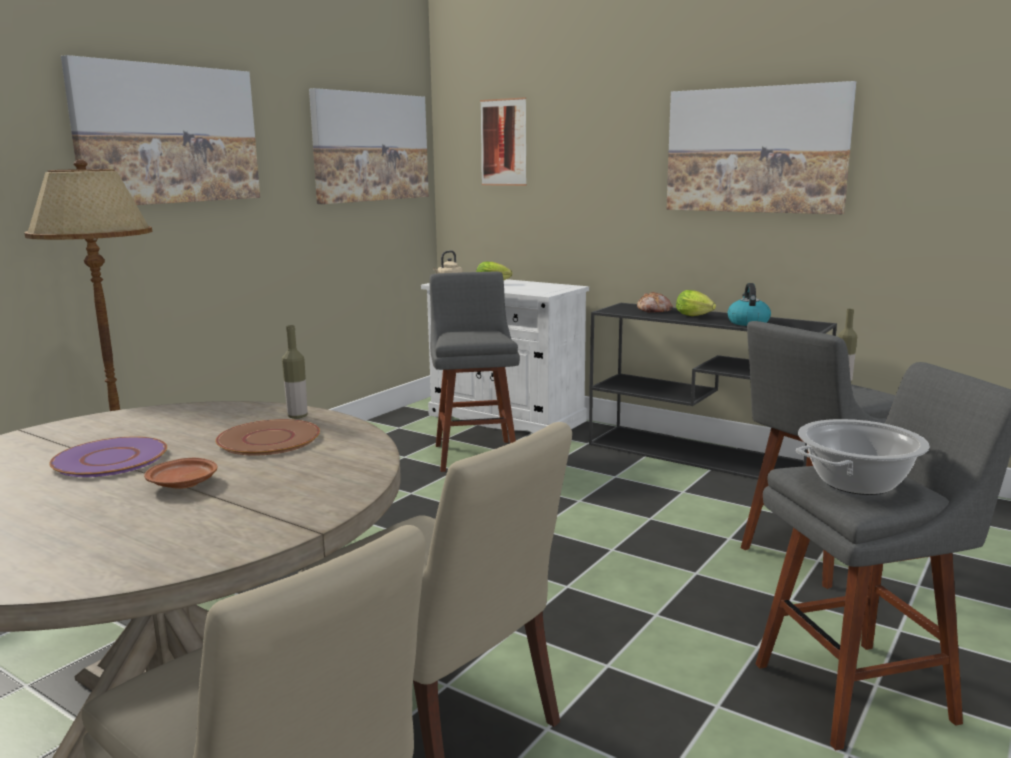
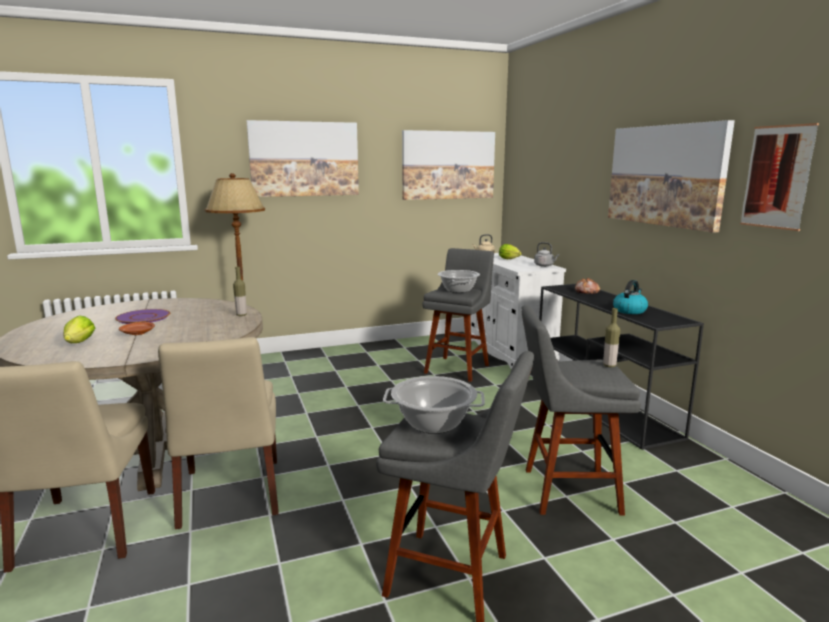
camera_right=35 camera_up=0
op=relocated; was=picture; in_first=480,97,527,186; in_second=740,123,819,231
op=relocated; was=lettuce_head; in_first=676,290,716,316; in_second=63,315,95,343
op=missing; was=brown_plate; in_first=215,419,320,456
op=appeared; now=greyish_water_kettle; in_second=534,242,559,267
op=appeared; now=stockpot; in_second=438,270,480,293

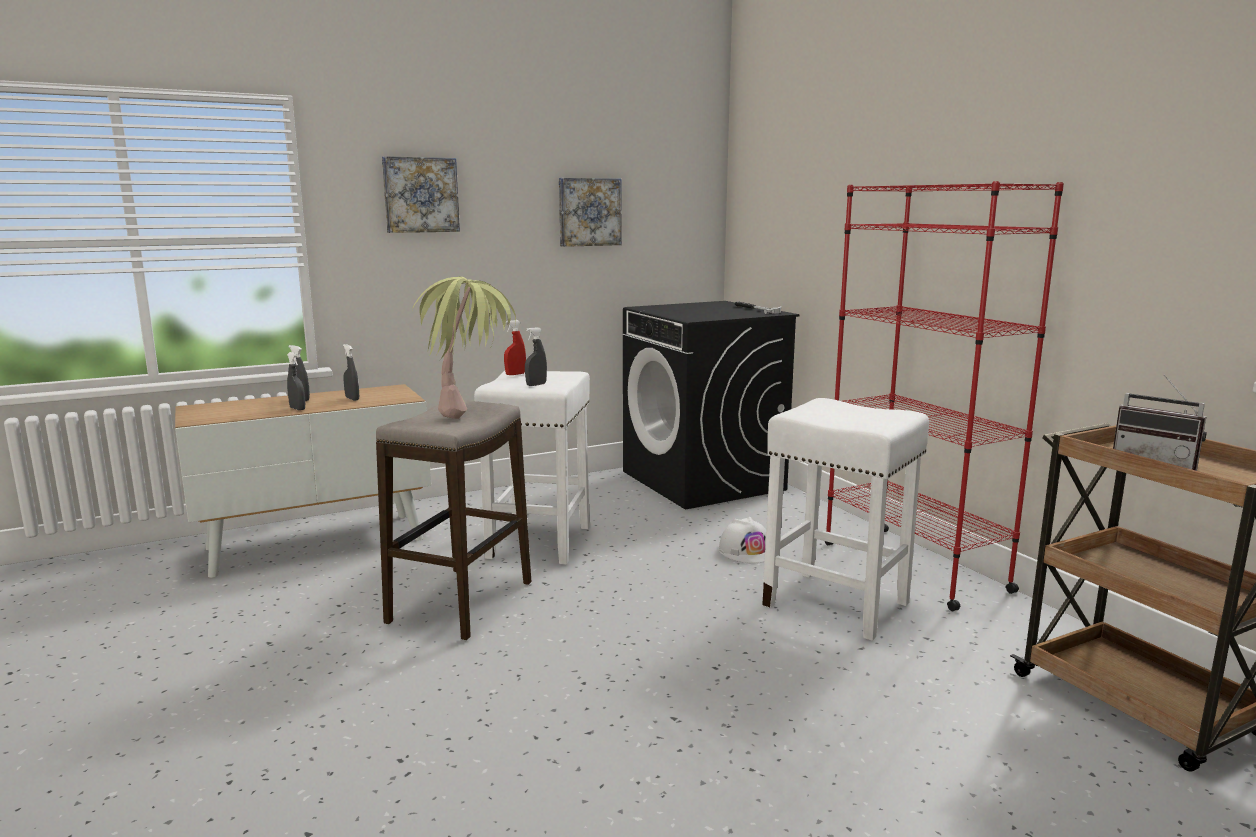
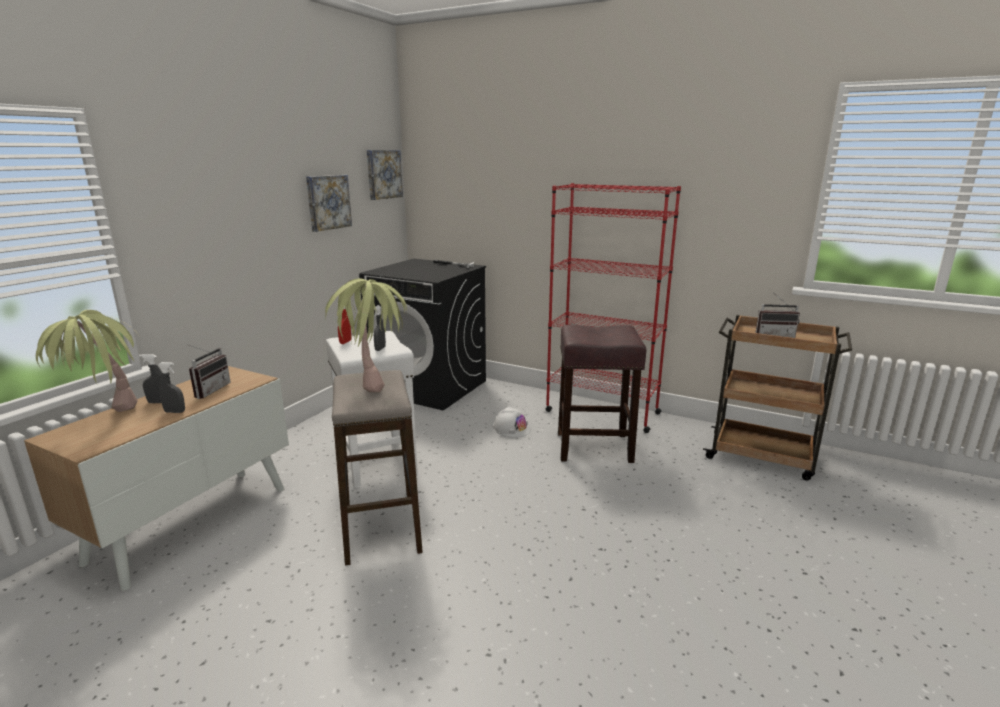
camera_right=-35 camera_up=5
op=relocated; was=picture; in_first=382,156,460,233; in_second=367,150,403,200
op=exchanged; was=greyish_sprayer; now=radio; in_first=343,344,359,401; in_second=187,344,231,399
op=colour; was=white-coloured_stool_seat; now=brown_stool_seat; in_first=762,398,929,641; in_second=558,325,646,463
op=appeared; now=houseplant; in_second=36,310,140,412

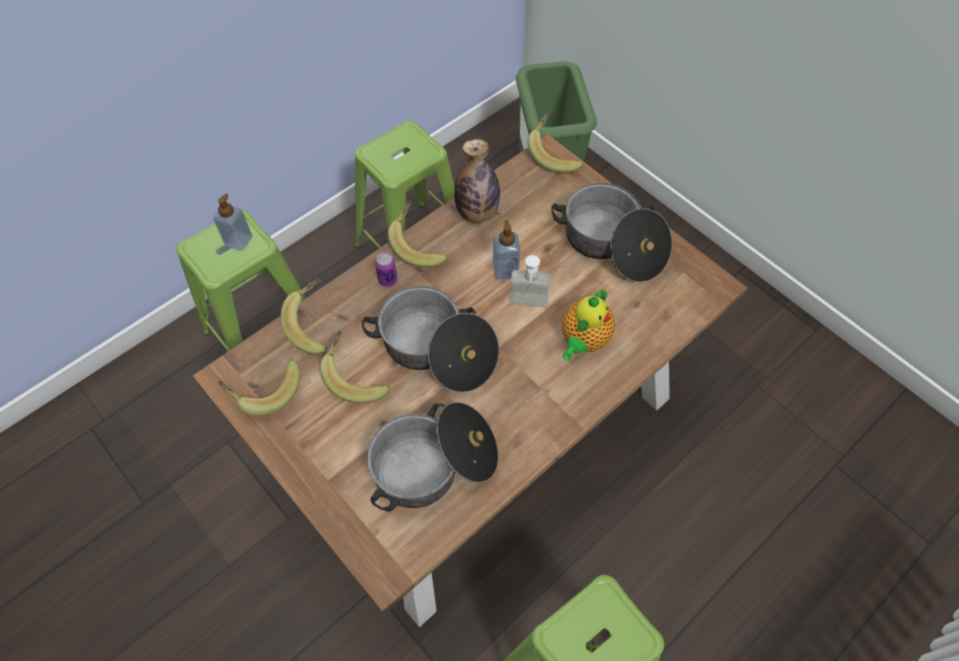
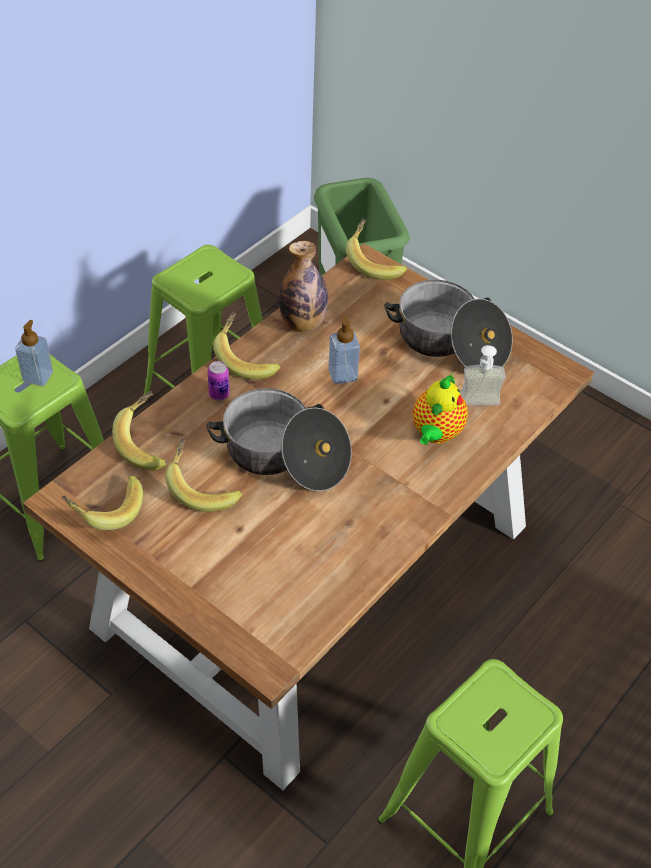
camera_right=-10 camera_up=-10
op=relocated; was=soap_bottle; in_first=510,255,551,307; in_second=460,345,506,406
op=missing; was=stockpot; in_first=367,402,499,512

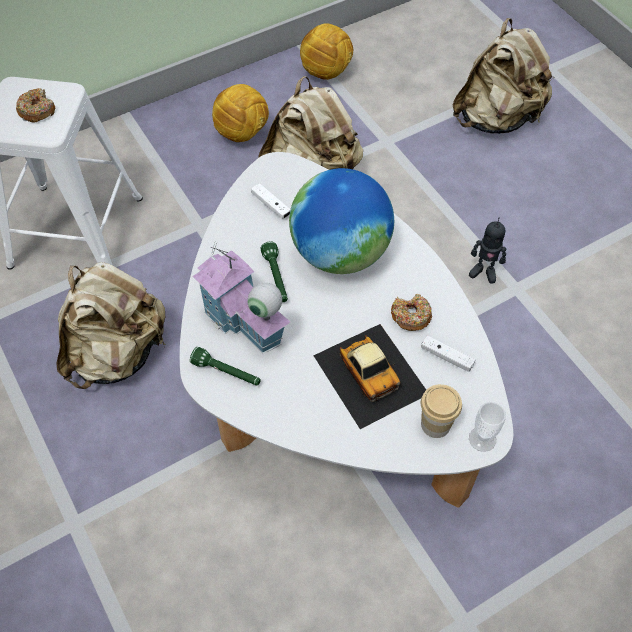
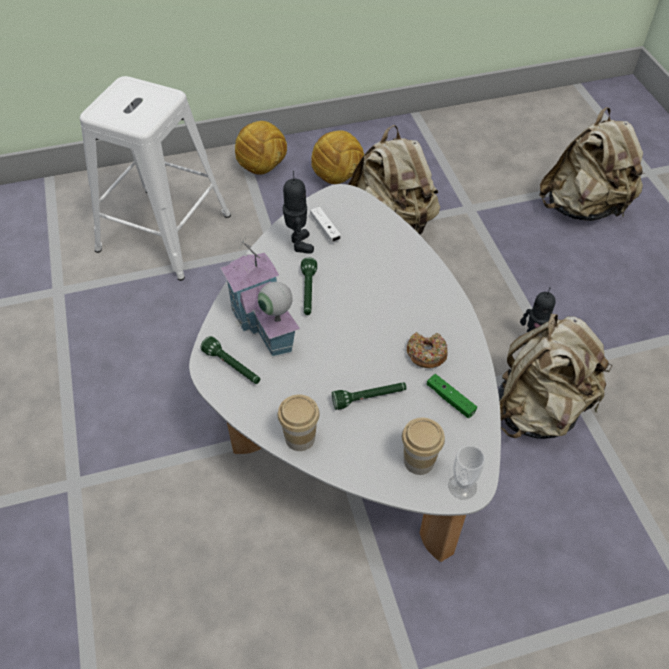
camera_right=15 camera_up=-5
op=relocated; was=football_ball; in_first=300,23,353,80; in_second=235,121,287,175
op=missing; was=doughnut; in_first=16,88,55,123
op=missing; was=world_globe; in_first=289,168,394,274
op=relocated; was=sand-coloured_rucksack; in_first=56,262,166,389; in_second=498,314,613,439
op=exchanged; was=miniature_car; now=greenish_torch; in_first=313,324,426,429; in_second=332,382,407,410
op=colour; was=white-coloured_gamepad; now=greenish_gamepad; in_first=421,335,475,372; in_second=426,374,477,418
op=appeared; now=robot_figure; in_second=283,171,314,254
op=appeared; now=small_cup; in_second=278,395,320,451

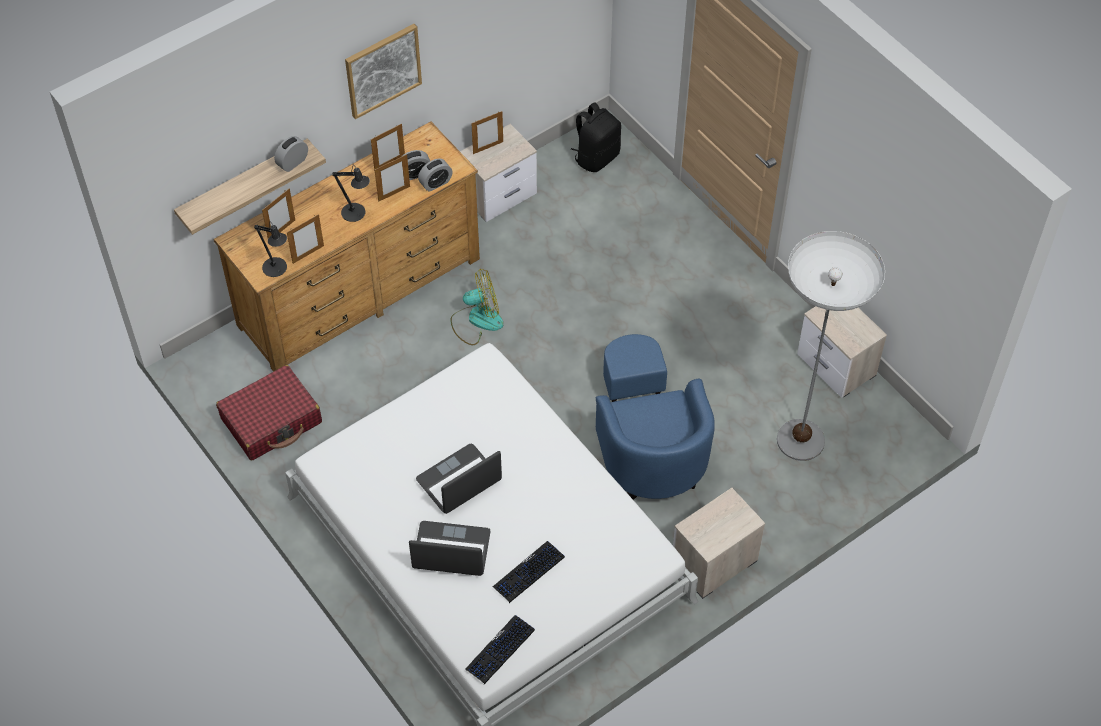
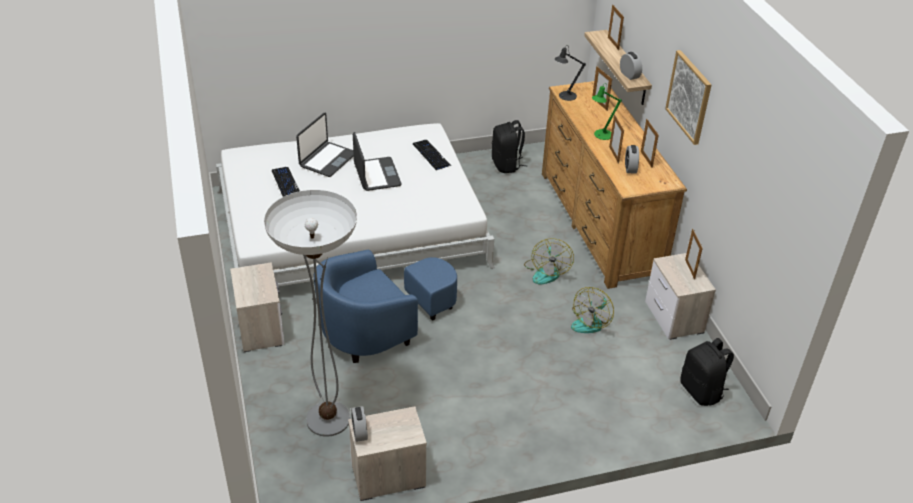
camera_right=110 camera_up=-15
op=relocated; was=bedside_clock; in_first=418,159,453,192; in_second=351,406,368,442
op=colour; was=black_tabletop_lamp; now=greenish_tabletop_lamp; in_first=332,165,370,222; in_second=592,86,622,140
op=relocated; was=standing_frame; in_first=287,214,324,264; in_second=608,4,624,50
op=spun; was=blue-coloured_lounge_chair; in_first=596,334,715,499; in_second=314,250,457,363; clockwise=-45
op=exchanged; was=red_suitcase; now=black_rucksack; in_first=216,365,322,460; in_second=492,120,527,173
op=relocated; was=PC_keyboard; in_first=465,615,535,684; in_second=413,140,451,171
op=appeared; now=electric_fan; in_second=571,287,614,333

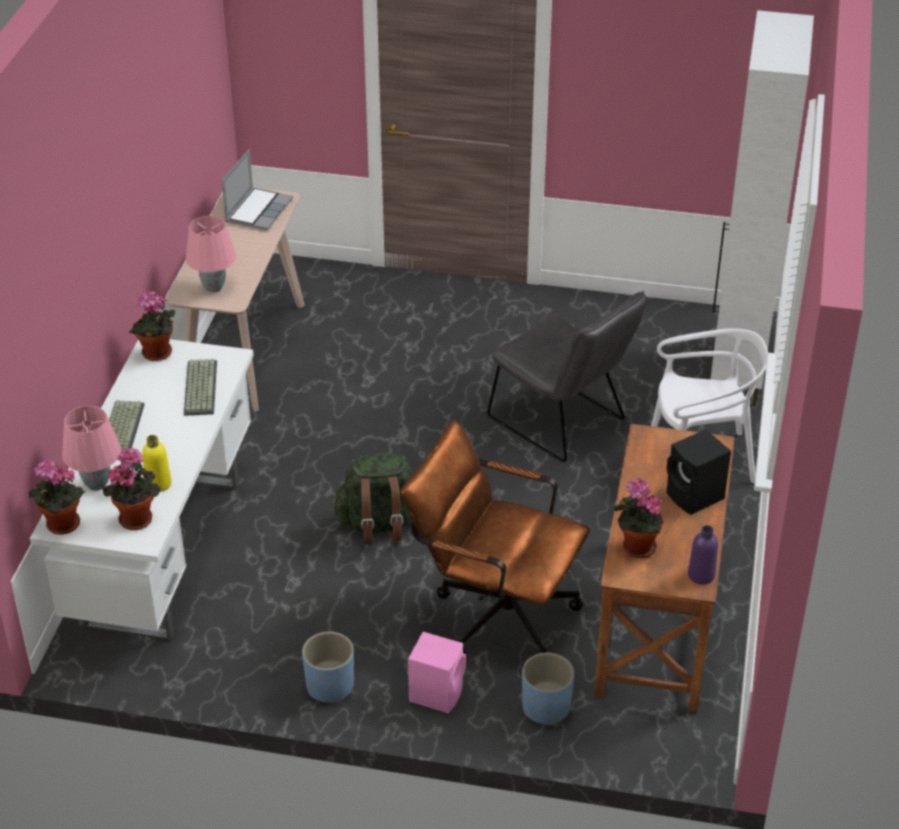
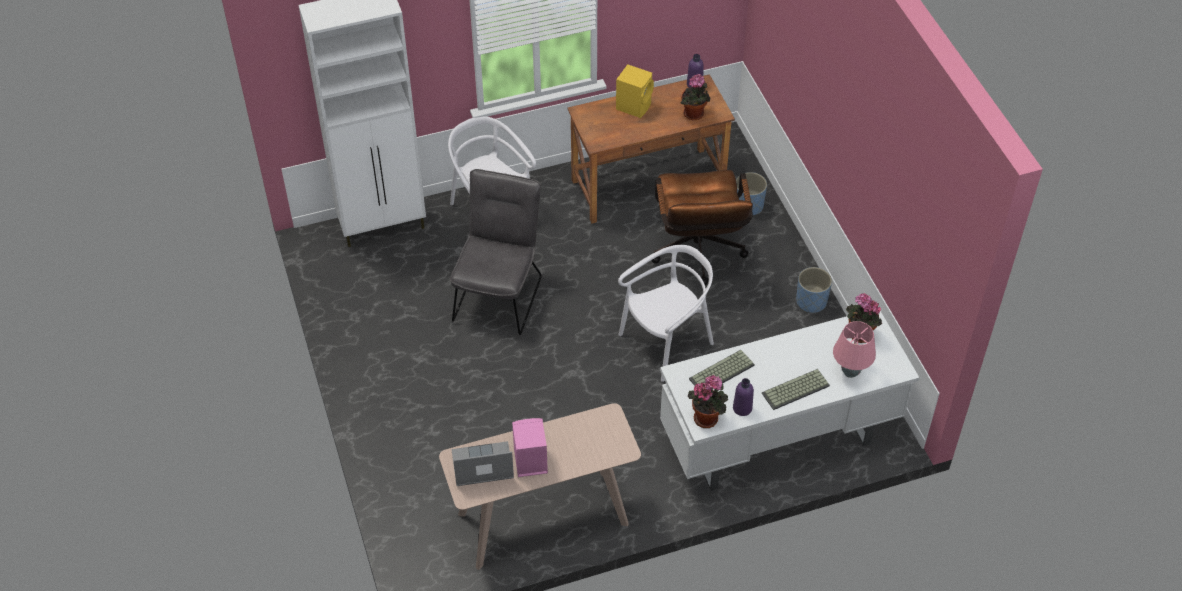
camera_right=-120 camera_up=10
op=missing; was=pink_tabletop_lamp; in_first=186,216,236,292
op=colour; was=black_speaker; now=yellow-coloured_speaker; in_first=666,429,731,515; in_second=616,64,654,118
op=missing; was=yellow-coloured_bottle; in_first=142,435,172,492
op=exchanged; was=greenish_rucksack; now=white-coloured_chair; in_first=332,453,413,544; in_second=618,245,714,382
op=missing; was=houseplant; in_first=29,460,85,535
op=relocated; was=pink_speaker; in_first=408,632,466,714; in_second=512,418,548,477
op=appeared; now=purple_bottle; in_second=733,378,754,416

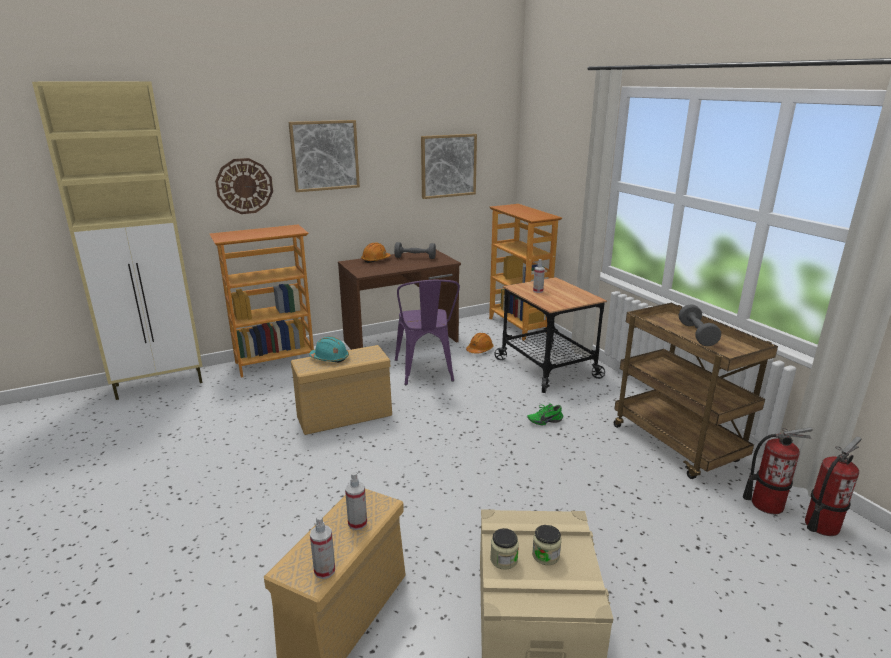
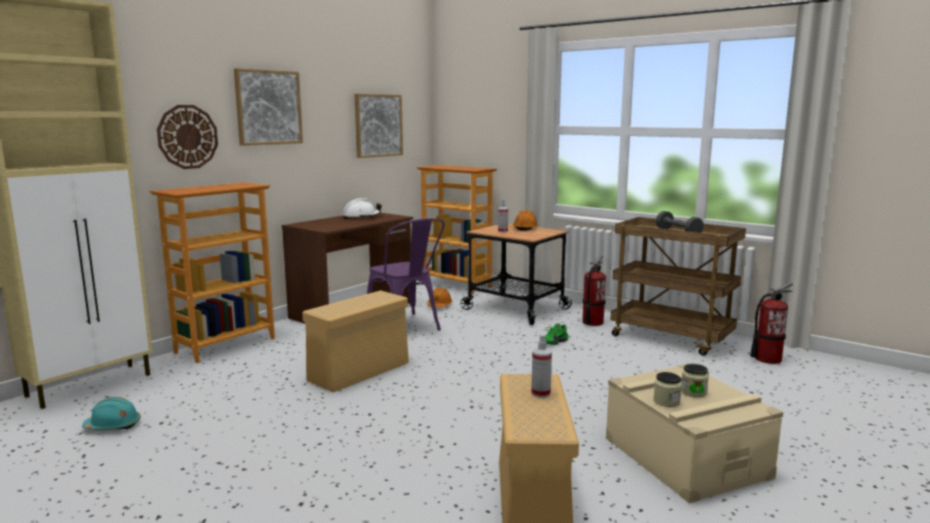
camera_right=-25 camera_up=-10
op=exchanged; was=greyish_free_weight; now=white-coloured_hard_hat; in_first=394,242,436,259; in_second=343,198,382,219
op=relocated; was=orange_hard_hat; in_first=361,243,391,263; in_second=513,210,538,231
op=relocated; was=turquoise-coloured_hard_hat; in_first=309,336,349,363; in_second=82,397,141,430
op=relocated; was=extinguisher; in_first=805,437,861,536; in_second=582,255,606,326
op=missing; was=sprayer; in_first=310,515,335,579

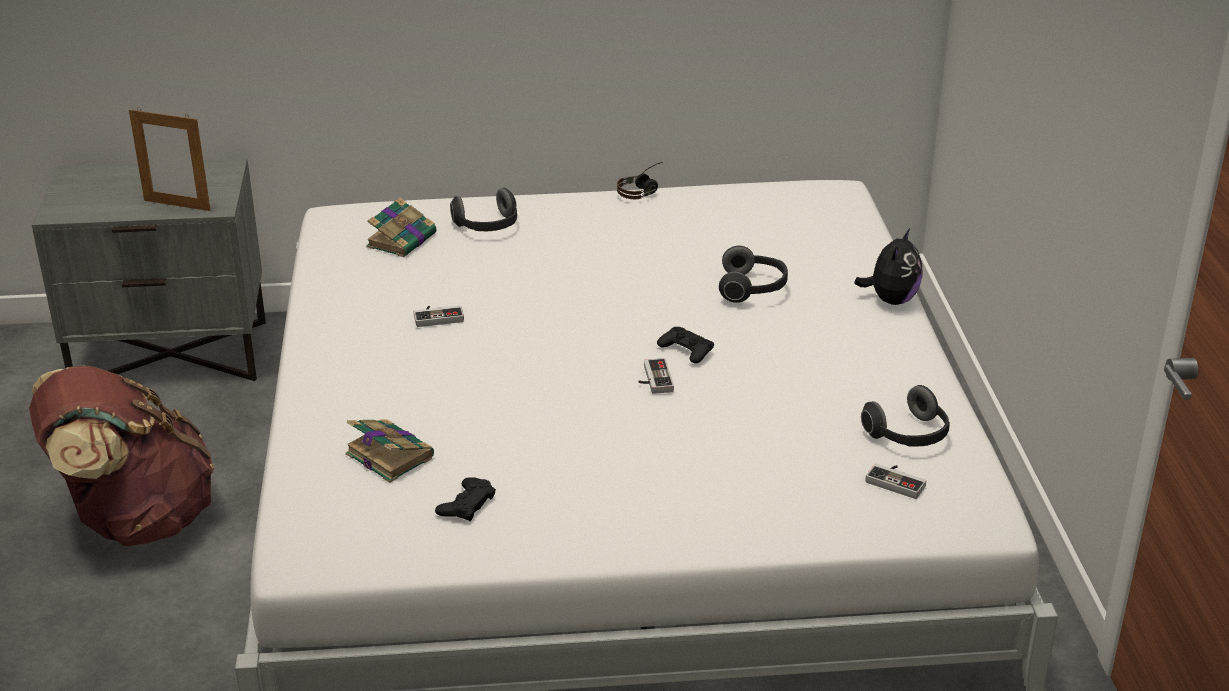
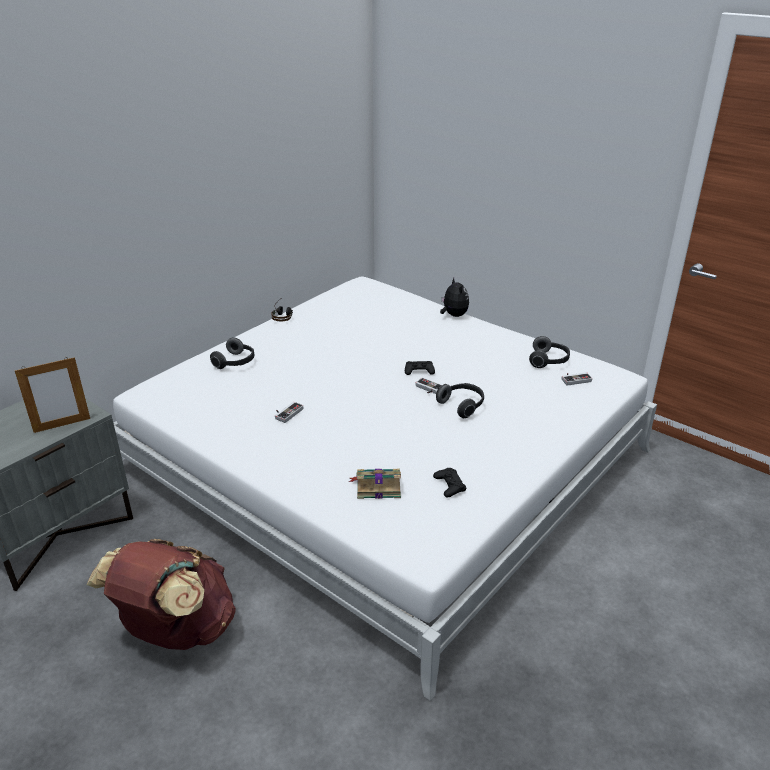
camera_right=-45 camera_up=0
op=missing; was=volume; in_first=366,197,437,257
op=relocated; was=headphones; in_first=719,246,788,303; in_second=436,383,484,418

